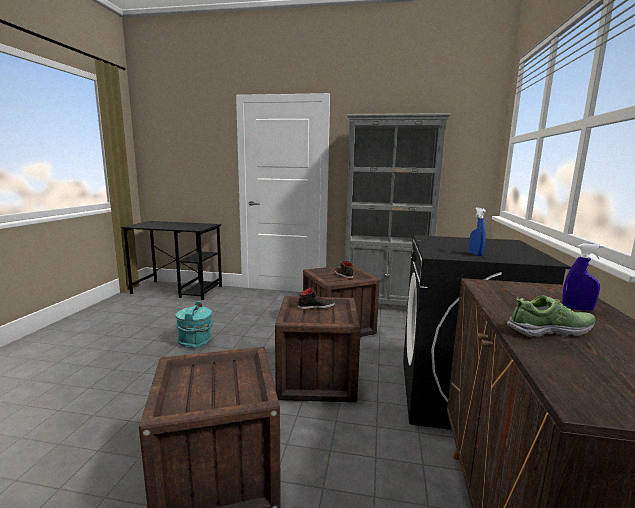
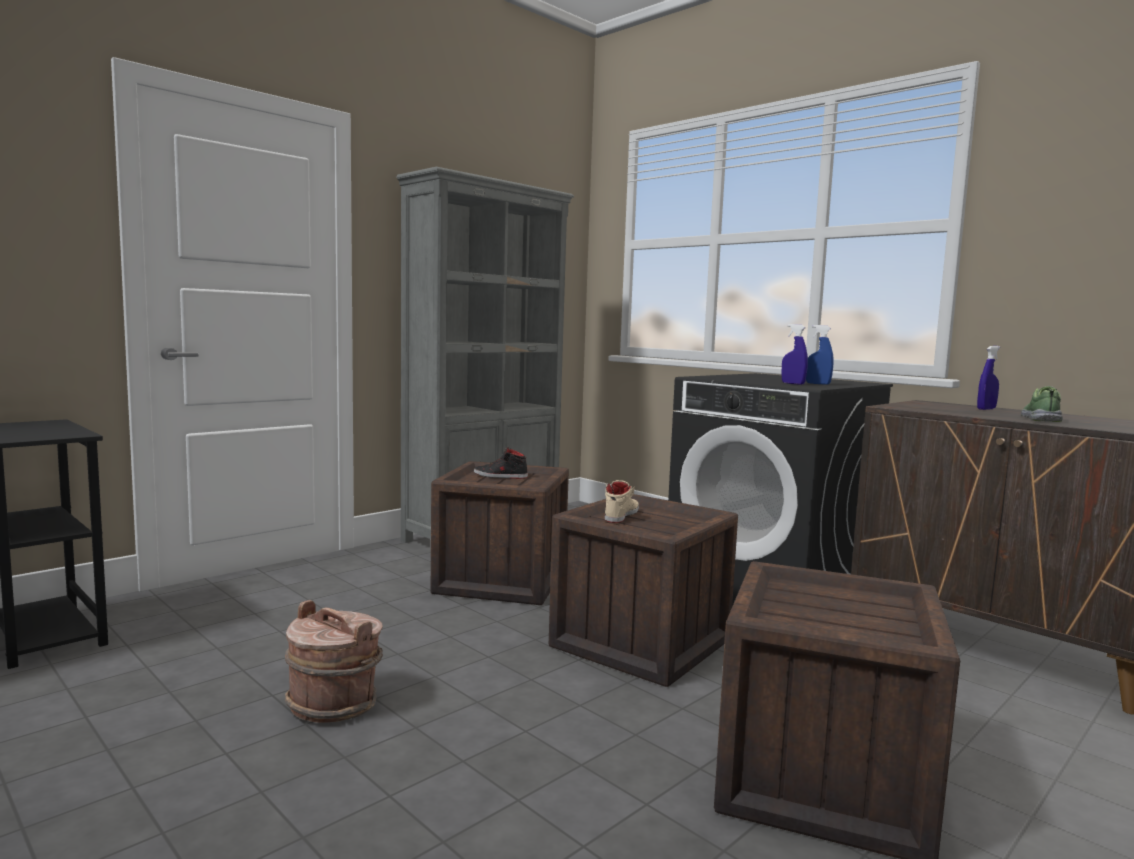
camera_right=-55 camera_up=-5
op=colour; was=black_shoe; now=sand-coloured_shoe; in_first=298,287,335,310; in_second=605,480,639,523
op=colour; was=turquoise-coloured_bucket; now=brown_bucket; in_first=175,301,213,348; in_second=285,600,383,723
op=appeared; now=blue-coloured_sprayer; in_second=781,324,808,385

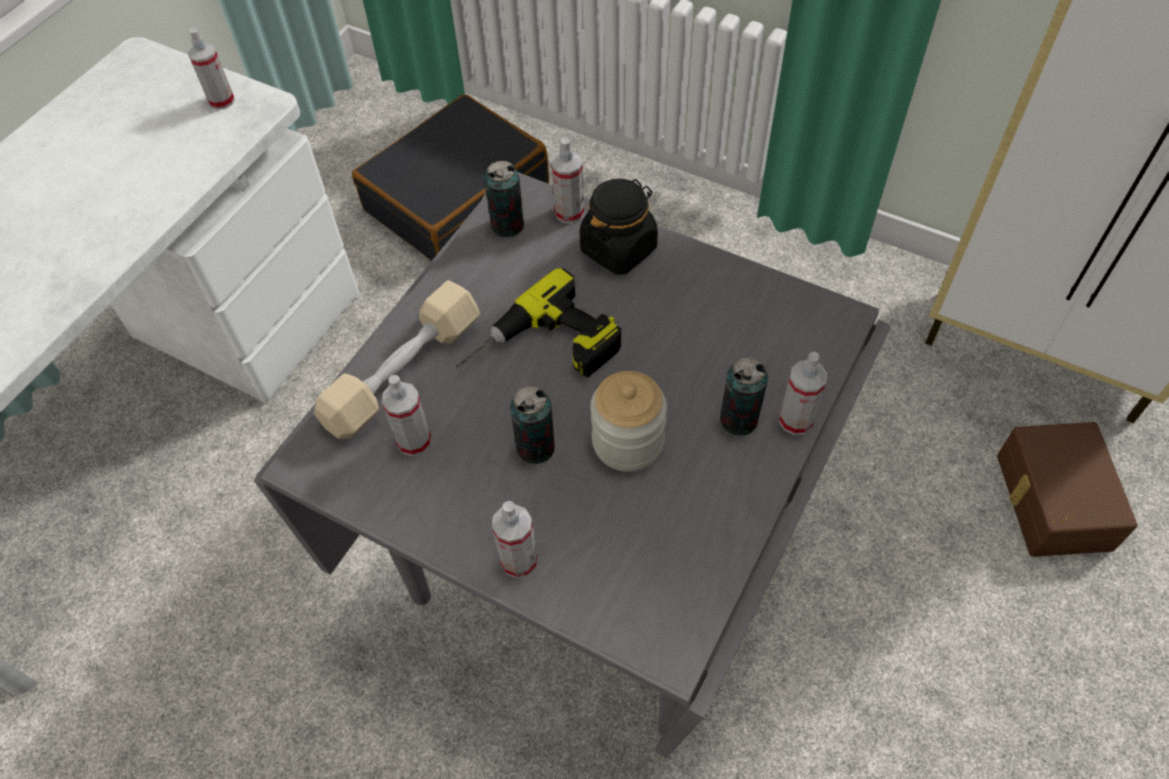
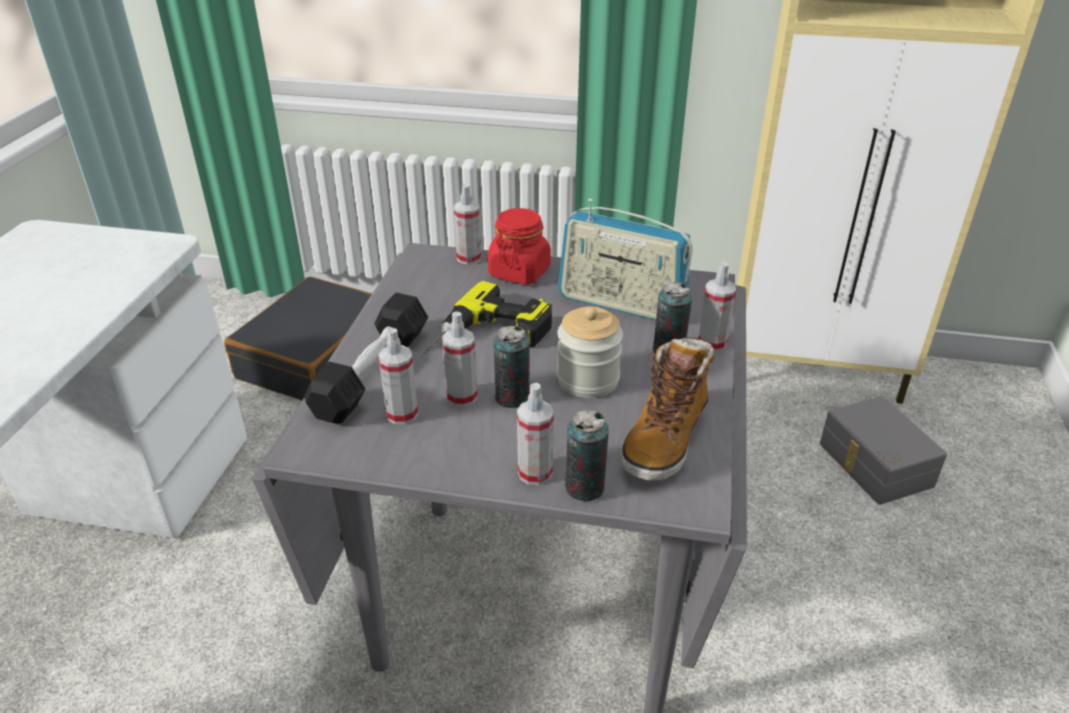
camera_right=-20 camera_up=-20
op=relocated; was=sprayer; in_first=188,28,235,110; in_second=442,311,478,407
op=relocated; was=sealed_can; in_first=484,161,524,237; in_second=565,410,609,502
op=colour; was=black_preserve_jar; now=red_preserve_jar; in_first=580,179,658,275; in_second=488,208,551,284
op=colour; was=sand-coloured_free_weight; now=black_free_weight; in_first=314,280,480,439; in_second=304,293,428,424
op=colour; was=brown_storage_box; now=greyish_storage_box; in_first=997,422,1138,557; in_second=820,396,947,505
op=appeared; now=radio; in_second=558,199,693,320
op=appeared; now=high-top_boot; in_second=620,337,715,482

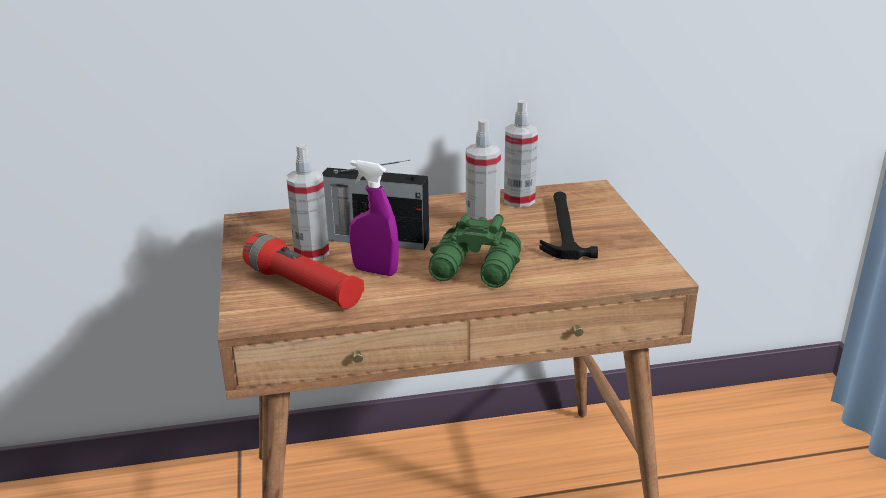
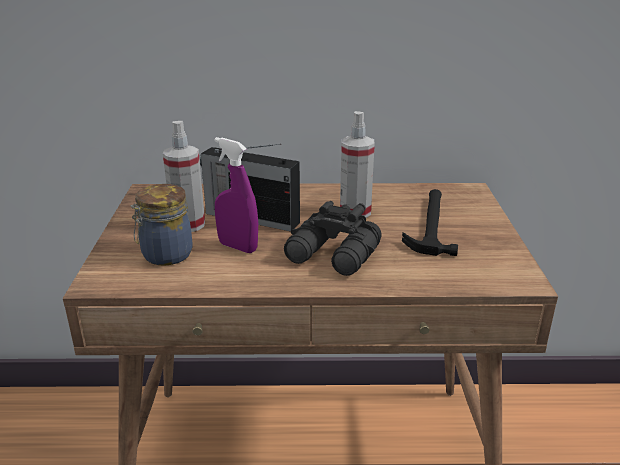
camera_right=10 camera_up=0
op=missing; was=sprayer; in_first=504,99,538,207
op=colour; was=greenish_binoculars; now=black_binoculars; in_first=429,214,521,288; in_second=284,201,382,276
op=exchanged; was=red_torch; now=preserve_jar; in_first=243,233,364,309; in_second=130,184,193,266

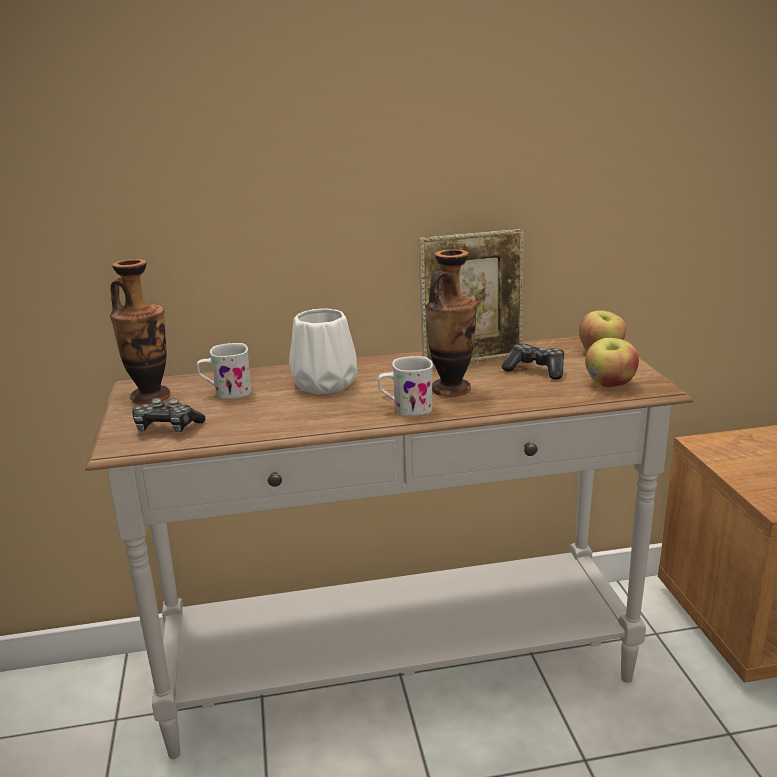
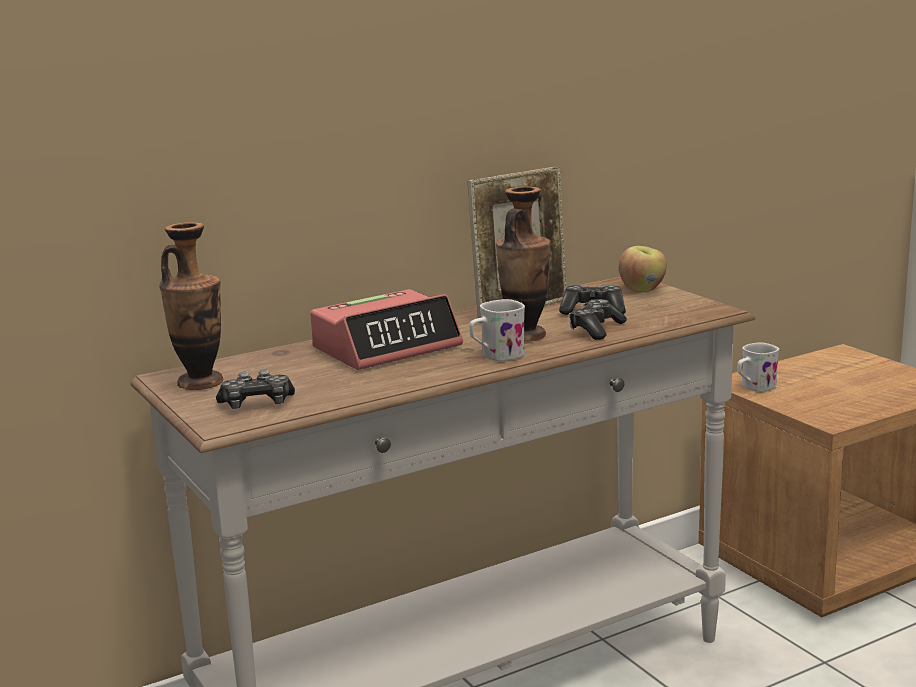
camera_right=-20 camera_up=-5
op=exchanged; was=white-coloured_flower_vase; now=bedside_clock; in_first=289,309,357,395; in_second=310,289,463,370
op=missing; was=apple; in_first=585,338,639,387
op=relocated; was=white-coloured_mug; in_first=197,343,252,399; in_second=737,342,779,392
op=appeared; now=gamepad; in_second=569,299,627,340

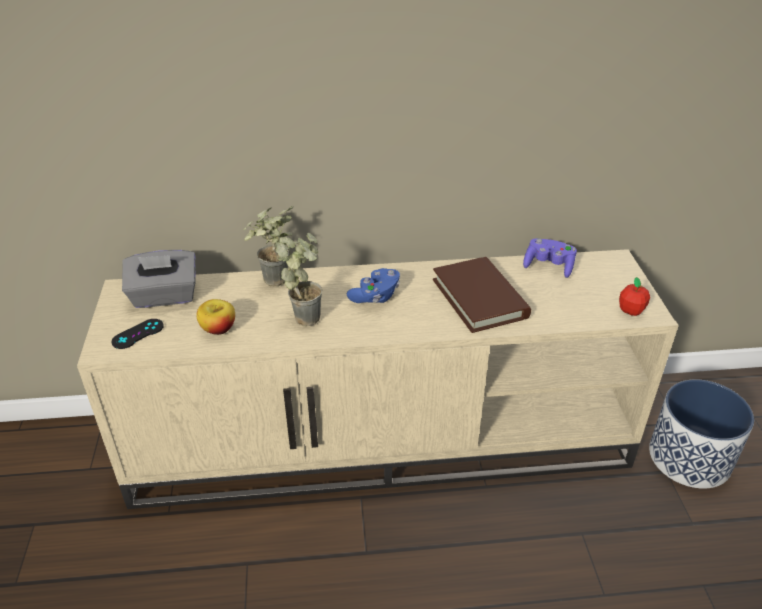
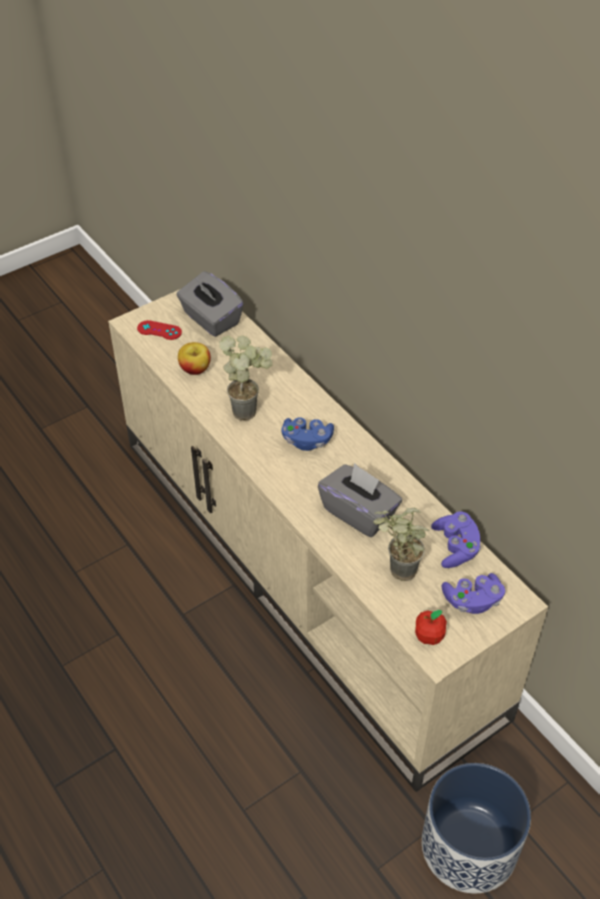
camera_right=60 camera_up=10
op=relocated; was=houseplant; in_first=244,206,293,287; in_second=373,507,429,581
op=exchanged; was=brown_volume; now=greyish_tissue_holder; in_first=433,257,531,333; in_second=318,463,402,537
op=colour; was=black_gamepad; now=red_gamepad; in_first=111,319,164,349; in_second=137,320,182,340
op=appeared; now=purple_gamepad; in_second=441,573,505,614

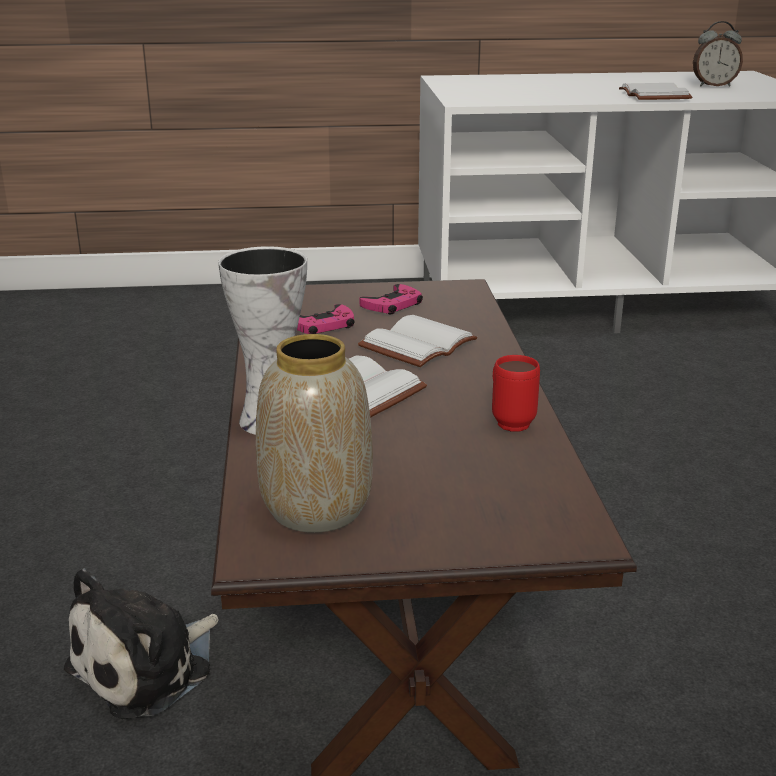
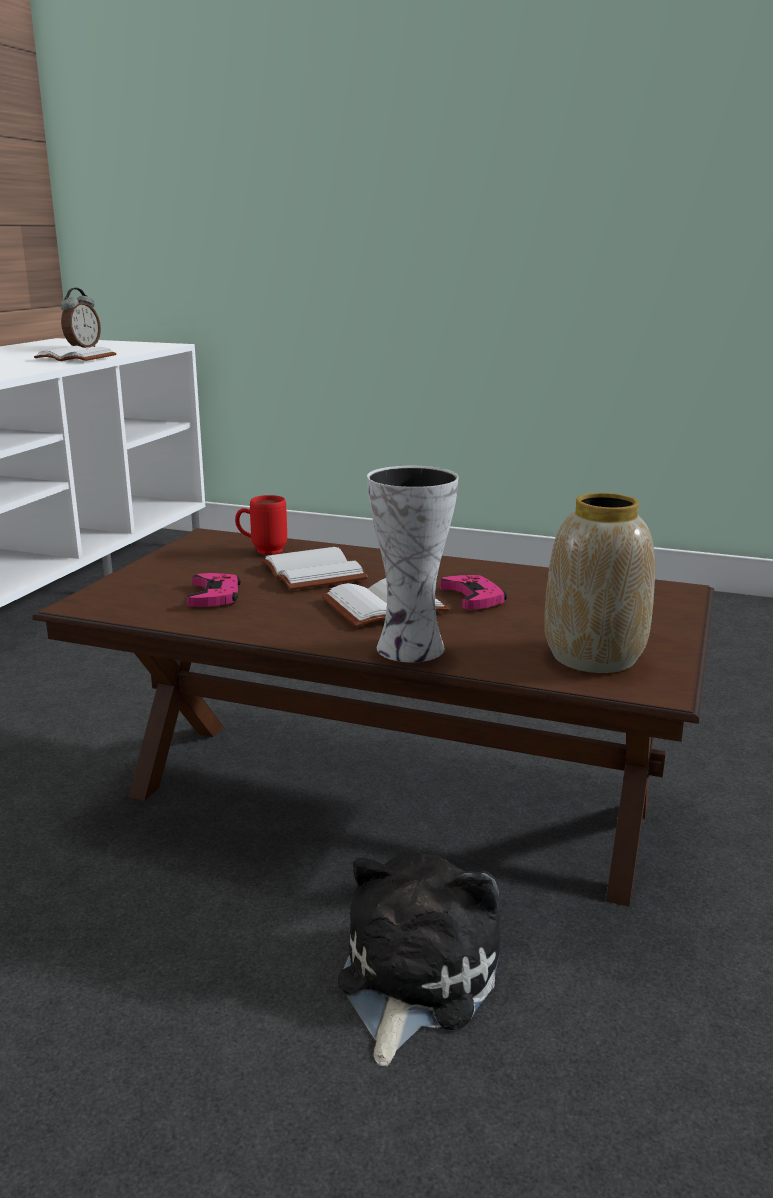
camera_right=-65 camera_up=-5
op=relocated; was=pink_gamepad; in_first=360,284,423,314; in_second=440,575,507,610
op=relocated; was=red_mug; in_first=492,355,540,432; in_second=235,495,287,555
op=spun; was=plush_toy; in_first=64,568,219,719; in_second=338,853,500,1066; clockwise=-135

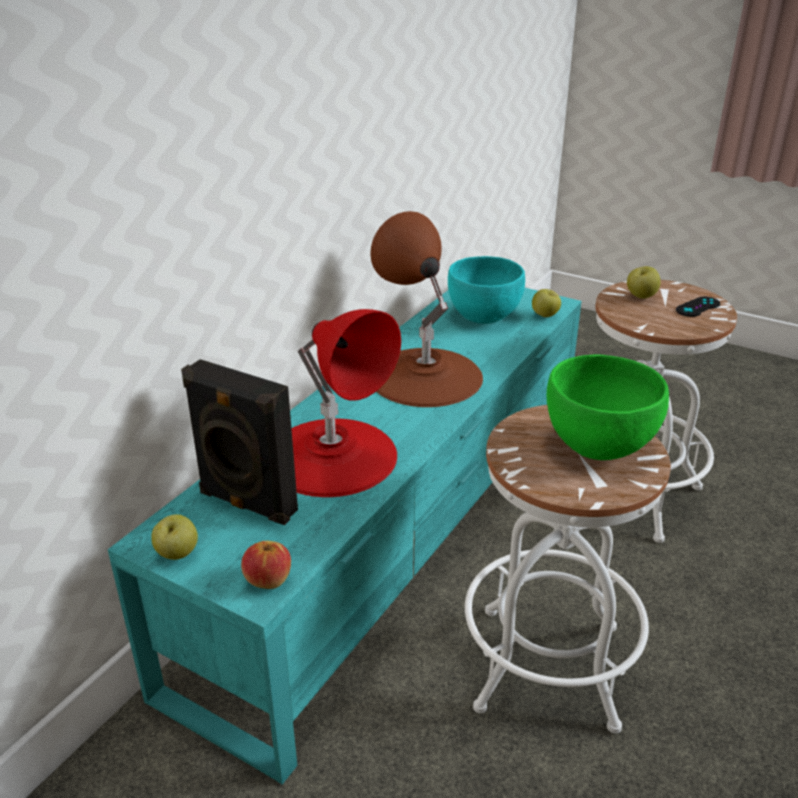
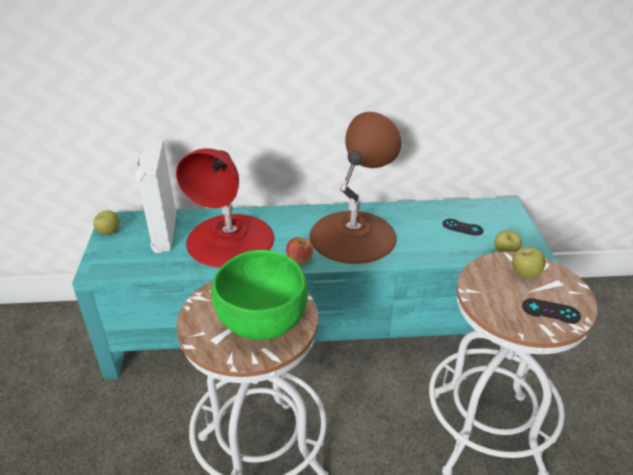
camera_right=55 camera_up=5
op=exchanged; was=turquoise-coloured_deep_dish; now=black_gamepad; in_first=448,256,525,324; in_second=443,219,483,236
op=colour; was=black_speaker; now=white-coloured_speaker; in_first=181,359,298,525; in_second=136,139,176,253
op=relocated; was=apple; in_first=241,541,291,589; in_second=286,237,314,265

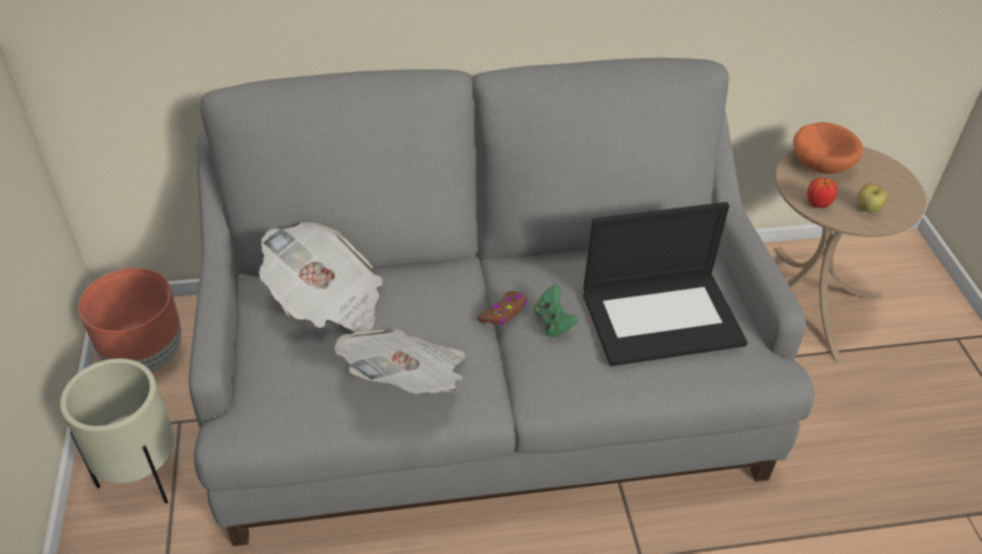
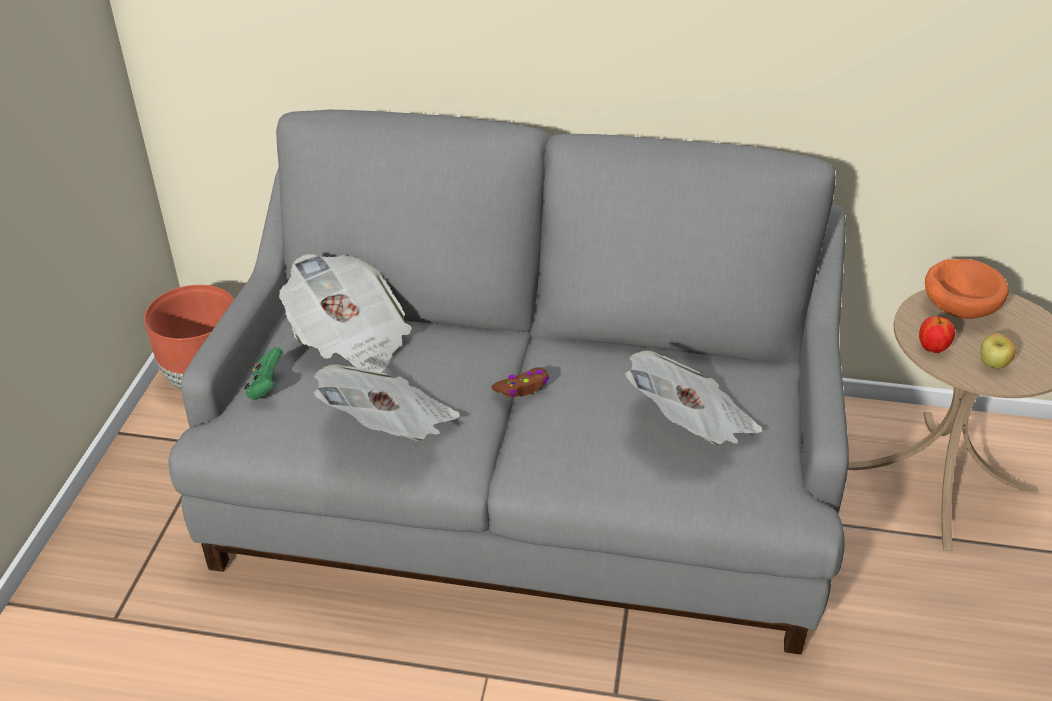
camera_right=20 camera_up=-5
op=exchanged; was=notebook_computer; now=daily_paper; in_first=583,202,748,366; in_second=625,351,762,445
op=relocated; was=greenish_gamepad; in_first=534,284,578,337; in_second=244,347,283,400
op=missing; was=sand-coloured_plant_pot; in_first=60,359,175,504

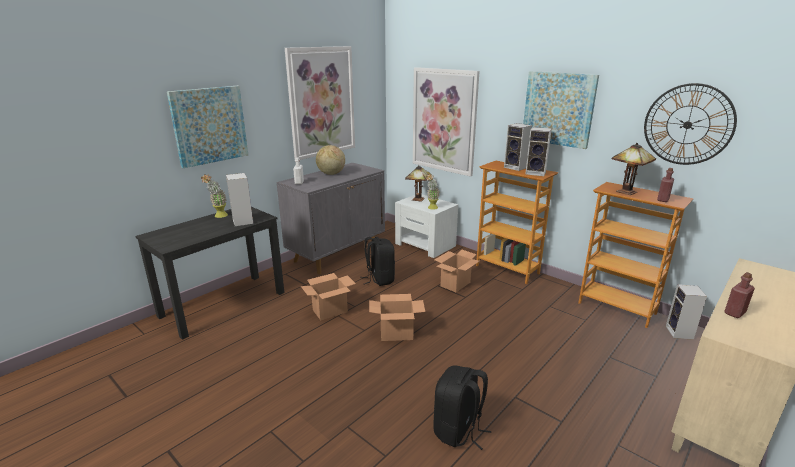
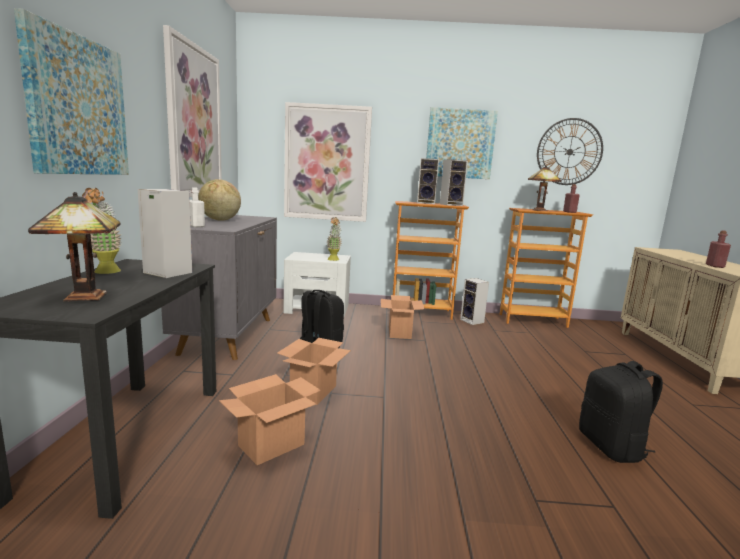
camera_right=-40 camera_up=-10
op=relocated; was=tabletop_lamp; in_first=405,165,431,202; in_second=28,192,120,302
op=relocated; was=speaker; in_first=666,284,707,340; in_second=460,278,489,325
op=relocated; was=cardboard_box; in_first=369,294,425,341; in_second=219,374,321,465

